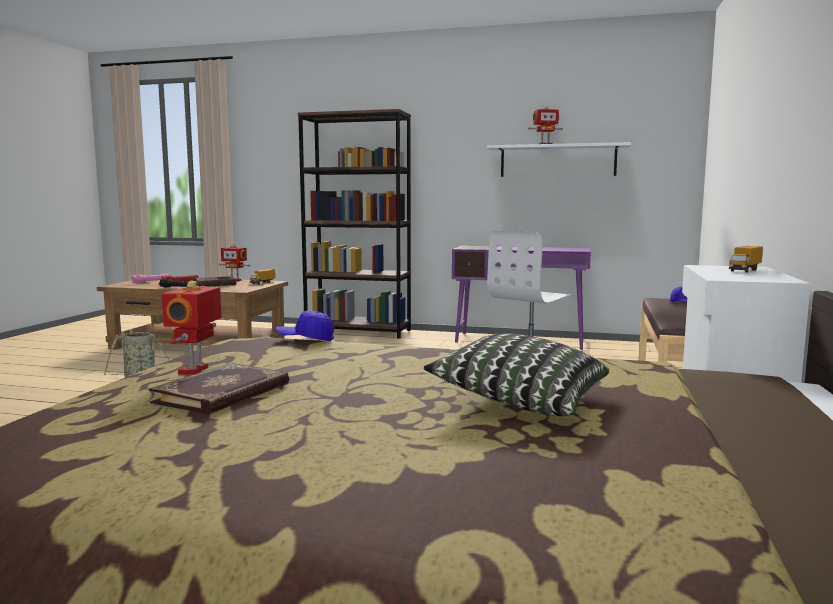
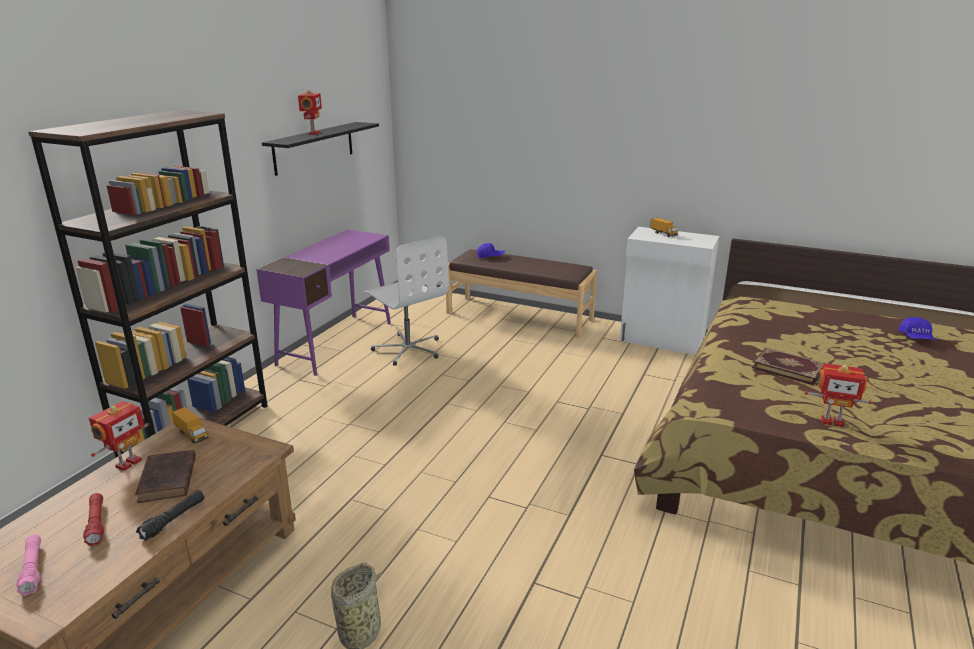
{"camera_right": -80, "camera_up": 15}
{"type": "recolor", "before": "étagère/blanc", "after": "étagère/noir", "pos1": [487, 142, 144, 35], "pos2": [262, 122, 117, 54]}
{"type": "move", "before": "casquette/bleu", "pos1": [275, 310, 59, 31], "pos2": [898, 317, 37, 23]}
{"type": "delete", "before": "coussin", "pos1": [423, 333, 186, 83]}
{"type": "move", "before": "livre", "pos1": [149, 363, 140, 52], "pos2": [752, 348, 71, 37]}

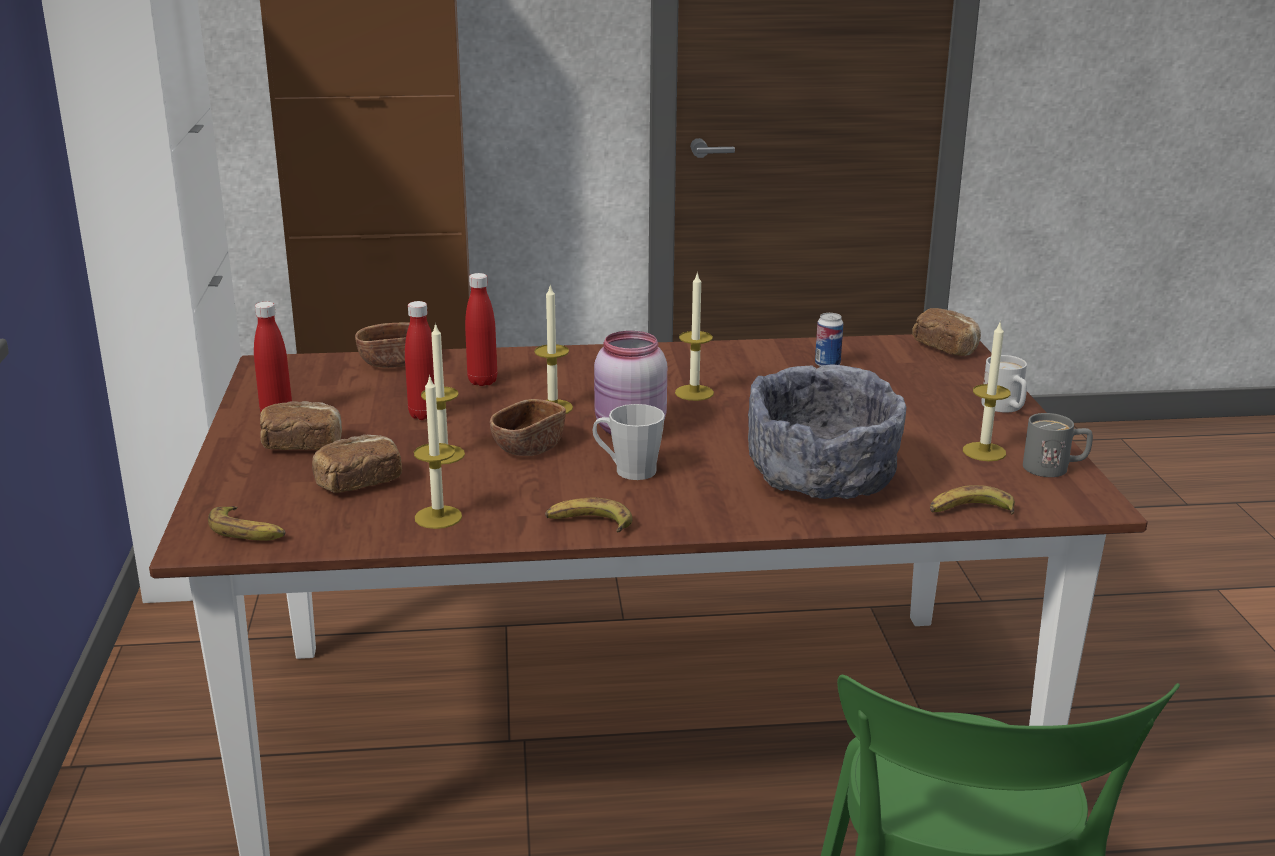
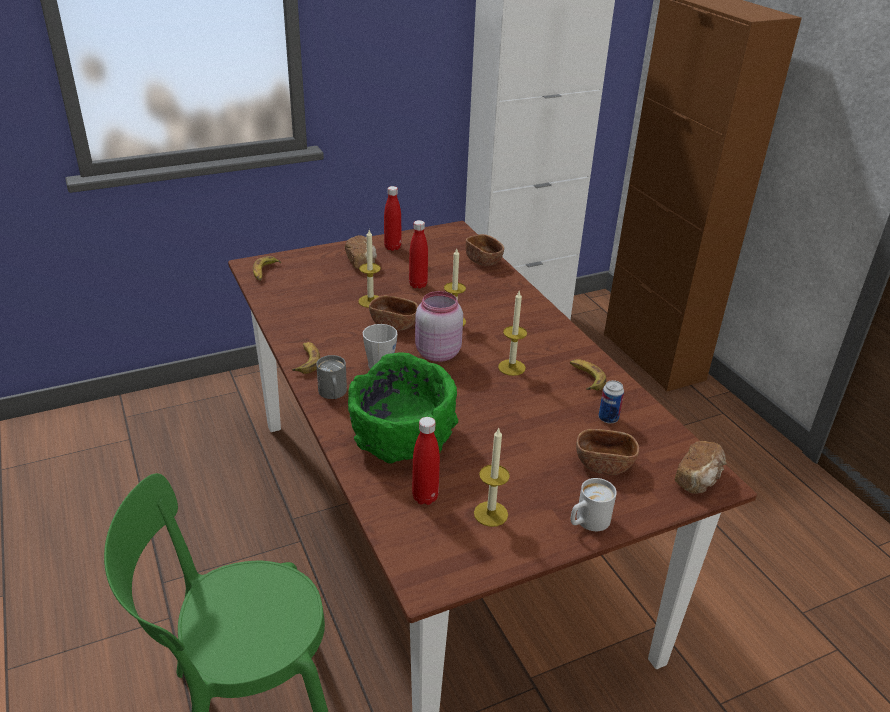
{"camera_right": 70, "camera_up": 10}
{"type": "move", "before": "bouteille/rouge", "pos1": [465, 273, 32, 113], "pos2": [412, 417, 28, 88]}
{"type": "recolor", "before": "bol/gris", "after": "bol/vert", "pos1": [748, 364, 158, 135], "pos2": [348, 352, 110, 112]}
{"type": "delete", "before": "bougie", "pos1": [414, 375, 48, 154]}
{"type": "move", "before": "mug/gris", "pos1": [1023, 413, 70, 64], "pos2": [316, 355, 31, 44]}
{"type": "delete", "before": "pain", "pos1": [312, 435, 90, 58]}
{"type": "move", "before": "banane", "pos1": [930, 485, 85, 30], "pos2": [570, 359, 37, 31]}
{"type": "insert", "after": "bol/marron", "pos2": [576, 429, 63, 46]}

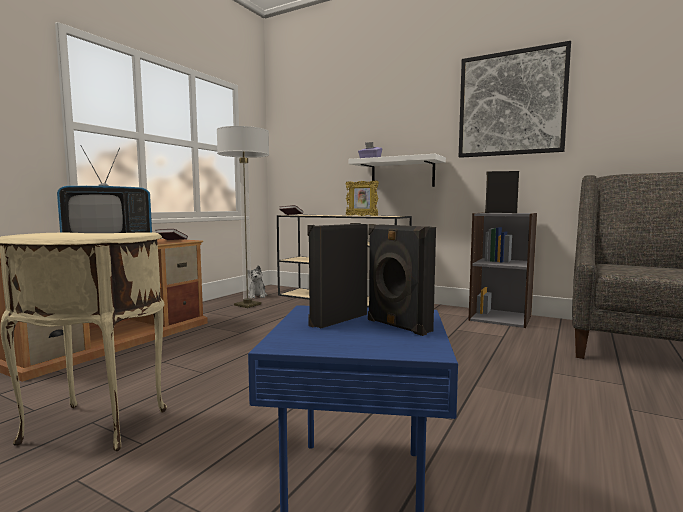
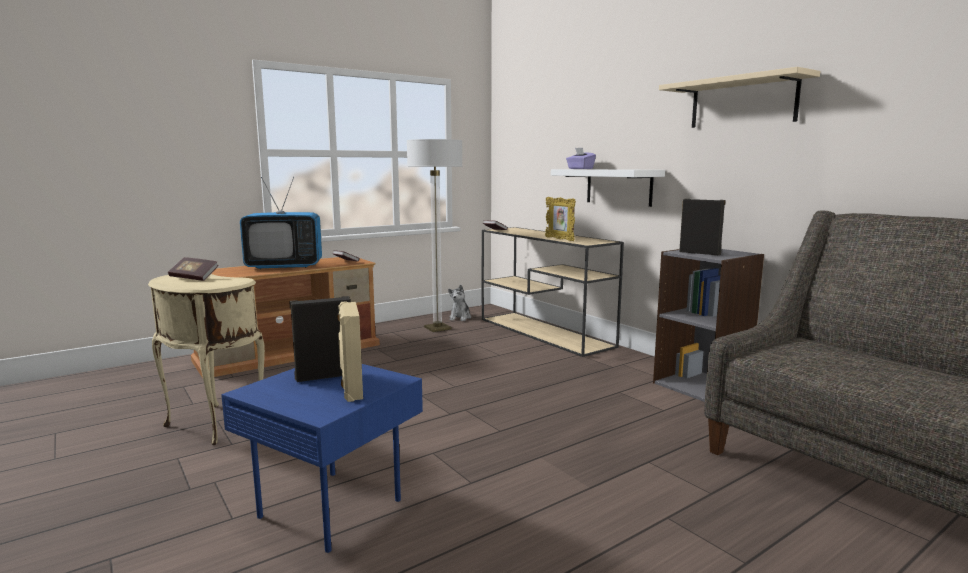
{"camera_right": 25, "camera_up": 5}
{"type": "replace", "before": "tableau", "after": "étagère/beige", "pos1": [459, 41, 112, 117], "pos2": [659, 67, 161, 61]}
{"type": "recolor", "before": "enceinte/noir", "after": "enceinte/beige", "pos1": [368, 224, 68, 112], "pos2": [337, 301, 26, 101]}
{"type": "insert", "after": "livre", "pos2": [168, 257, 50, 24]}

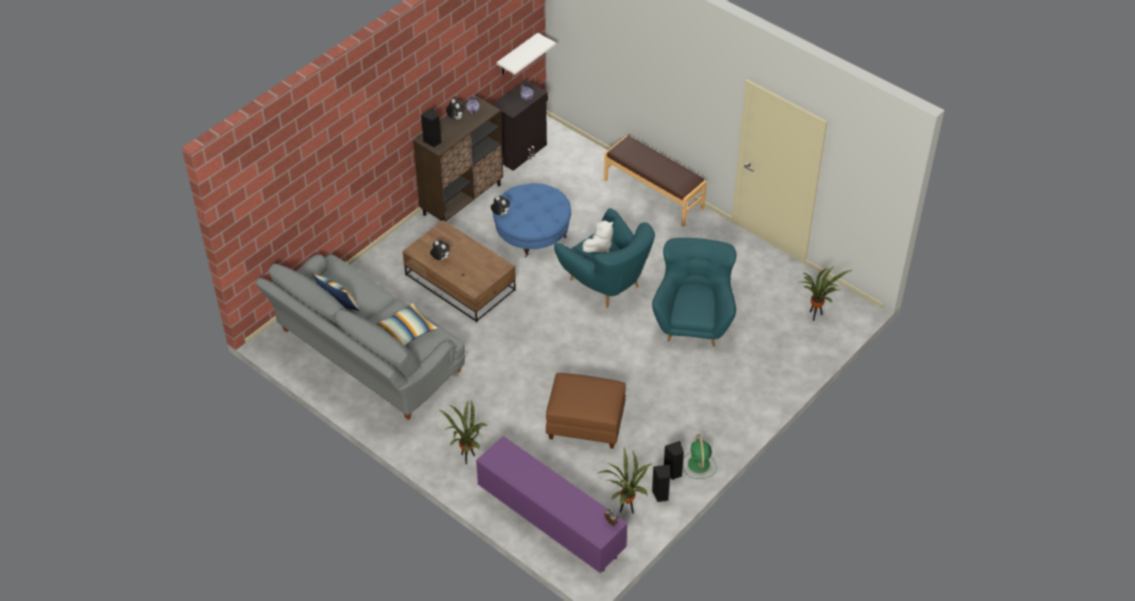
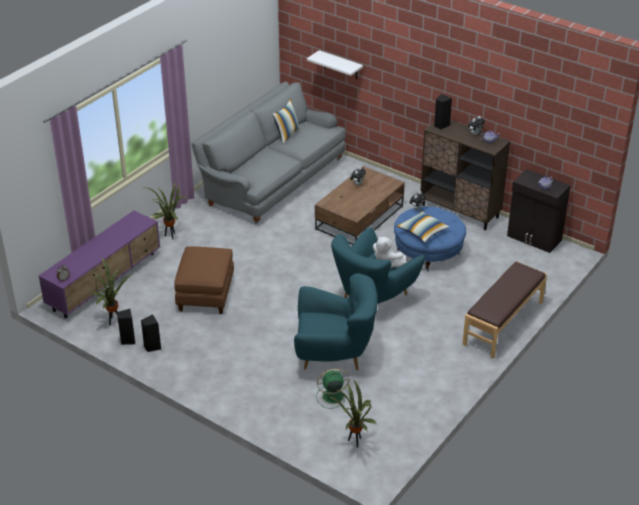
{"camera_right": 85, "camera_up": -10}
{"type": "move", "before": "étagère/blanc", "pos1": [497, 33, 59, 42], "pos2": [307, 50, 56, 29]}
{"type": "move", "before": "coussin", "pos1": [377, 303, 61, 43], "pos2": [397, 211, 52, 31]}
{"type": "move", "before": "ventilateur/vert", "pos1": [683, 434, 34, 45], "pos2": [317, 369, 33, 40]}

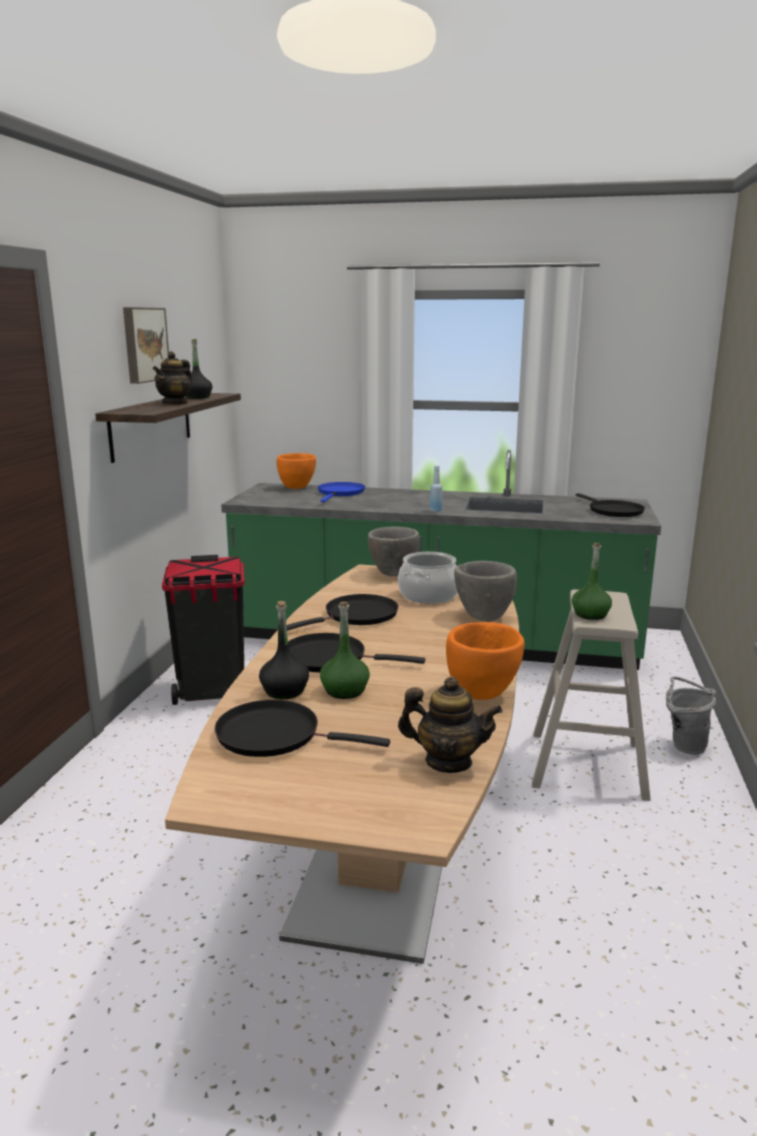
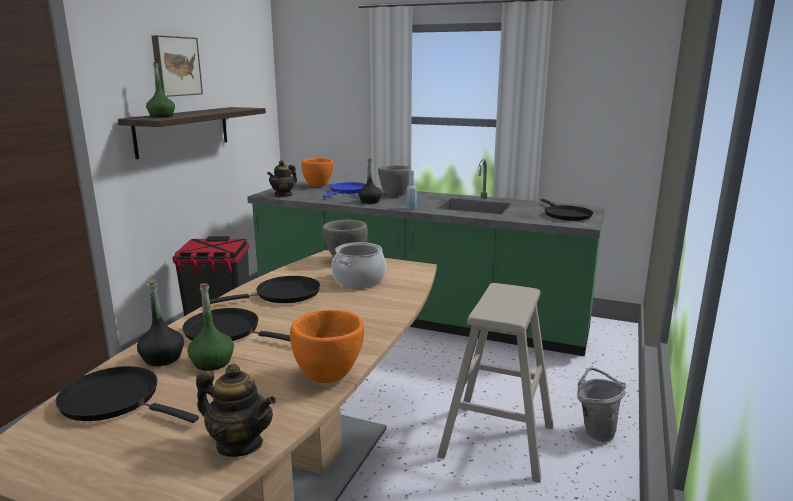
{"camera_right": 10, "camera_up": 0}
{"type": "move", "before": "bouteille/noir", "pos1": [186, 339, 26, 60], "pos2": [359, 158, 23, 46]}
{"type": "move", "before": "théière", "pos1": [153, 351, 39, 54], "pos2": [267, 160, 30, 37]}
{"type": "move", "before": "bouteille/vert", "pos1": [572, 543, 40, 77], "pos2": [146, 62, 29, 55]}
{"type": "move", "before": "bol/gris", "pos1": [454, 561, 63, 61], "pos2": [378, 165, 33, 32]}

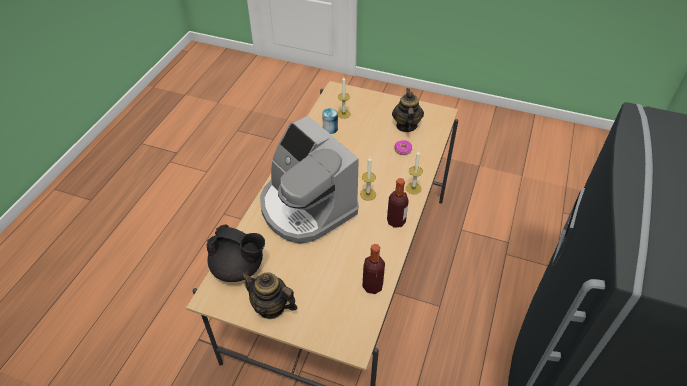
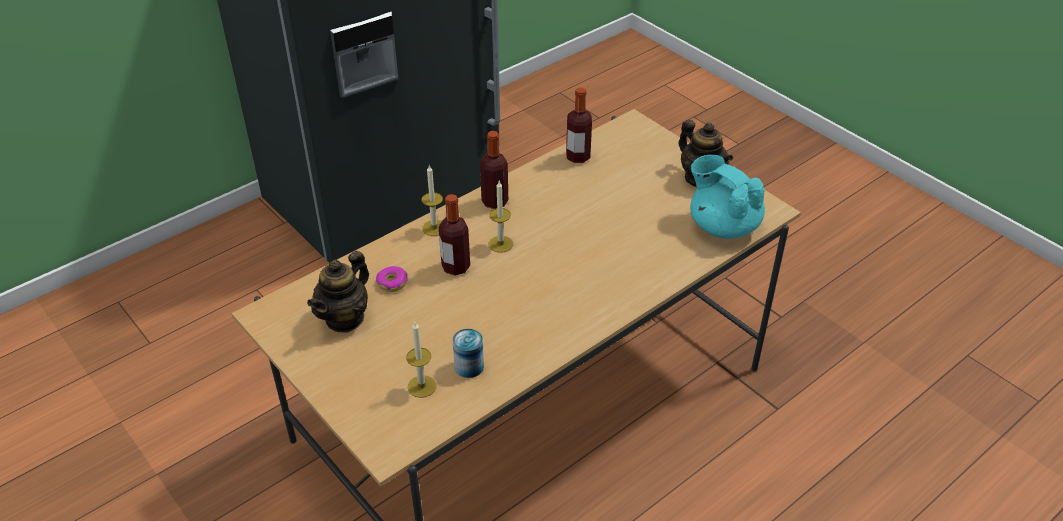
{"camera_right": -150, "camera_up": -5}
{"type": "delete", "before": "machine à café", "pos1": [260, 116, 99, 128]}
{"type": "recolor", "before": "théière/noir", "after": "théière/turquoise", "pos1": [206, 224, 59, 58], "pos2": [690, 155, 75, 84]}
{"type": "insert", "after": "bouteille", "pos2": [439, 194, 31, 82]}

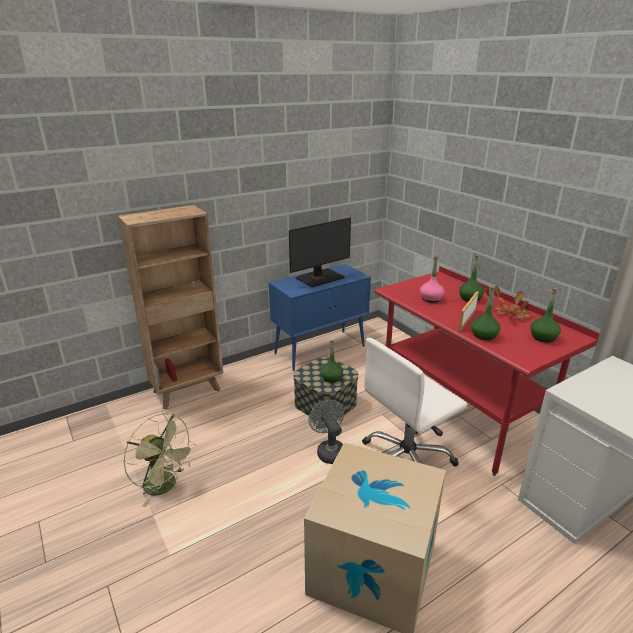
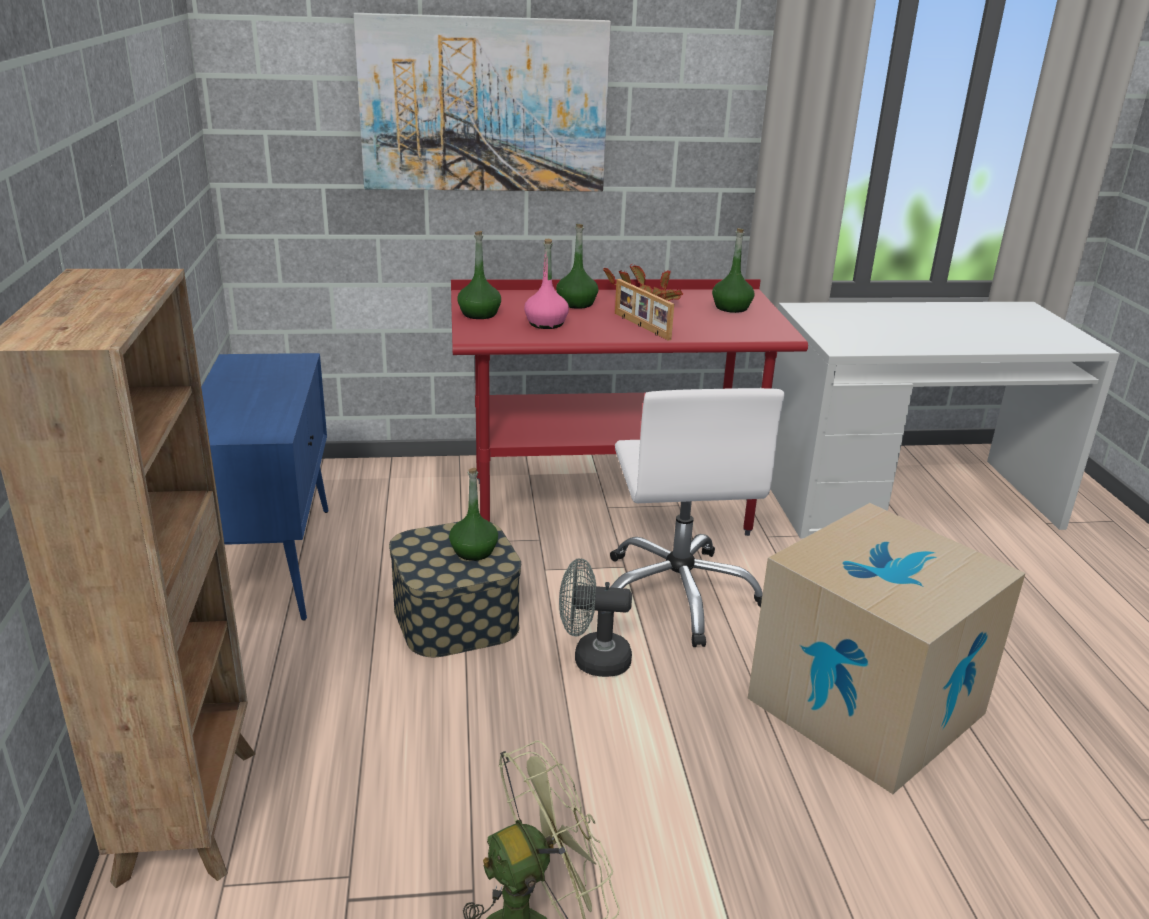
{"camera_right": -65, "camera_up": 0}
{"type": "delete", "before": "écran d'ordinateur", "pos1": [289, 218, 62, 69]}
{"type": "move", "before": "bouteille/vert", "pos1": [471, 287, 30, 53], "pos2": [457, 231, 44, 88]}
{"type": "insert", "after": "tableau", "pos2": [353, 13, 258, 179]}

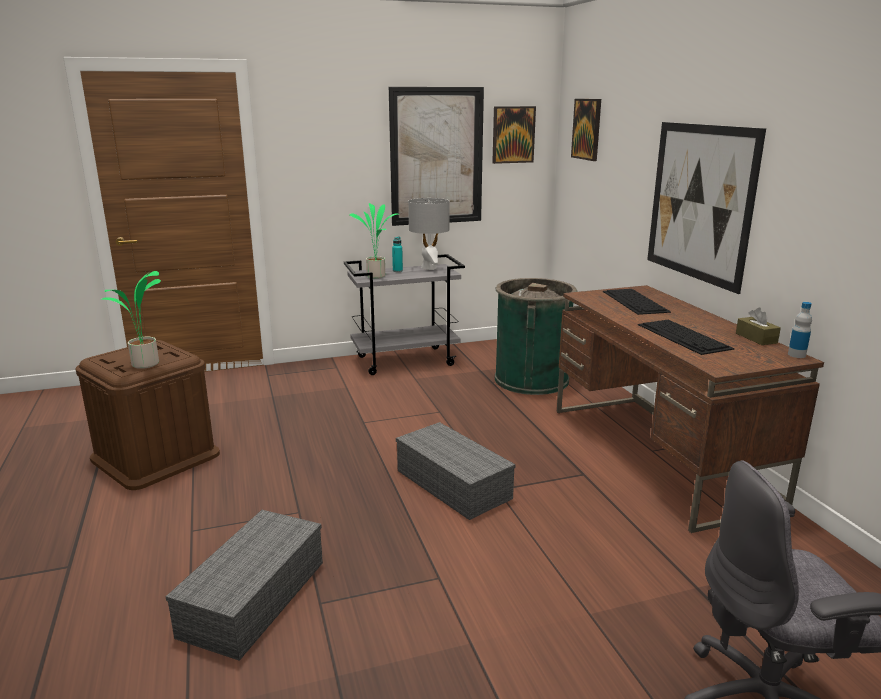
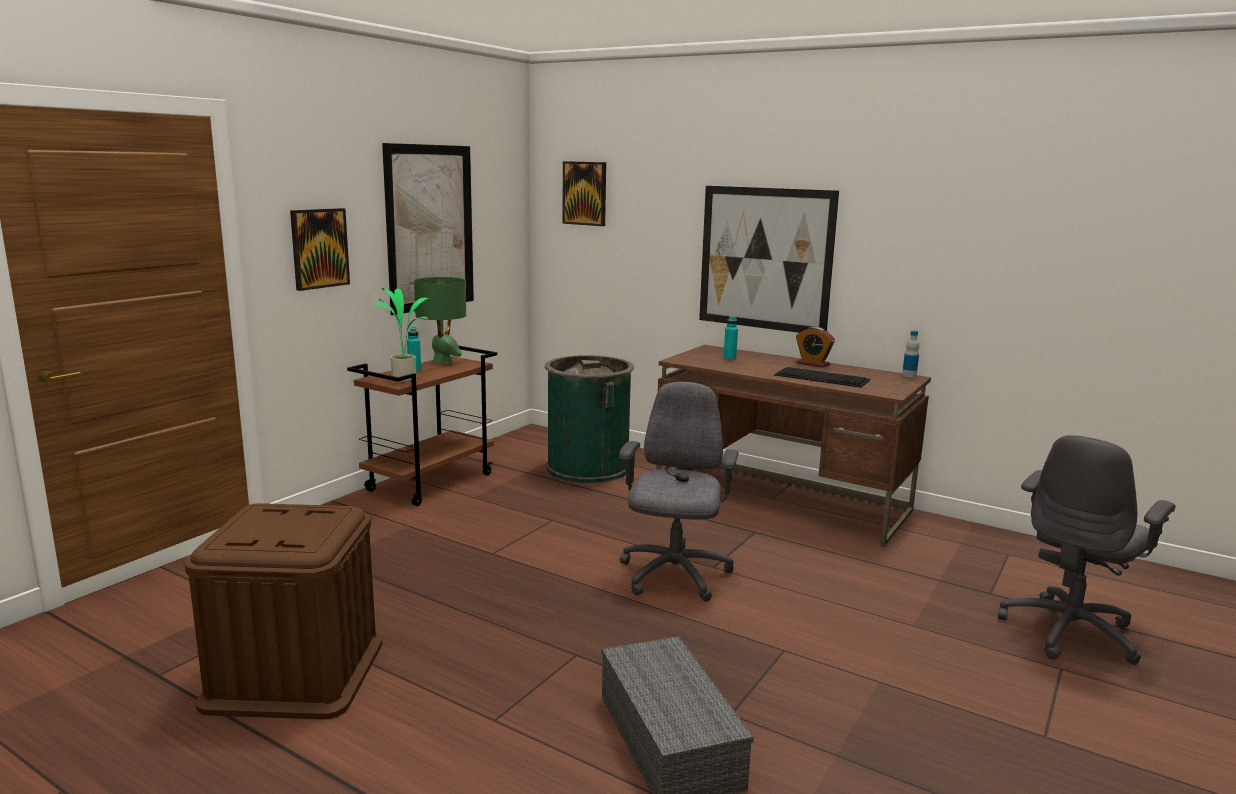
{"camera_right": -40, "camera_up": -5}
{"type": "move", "before": "tableau", "pos1": [492, 106, 44, 58], "pos2": [290, 208, 60, 83]}
{"type": "recolor", "before": "lampe de table/gris", "after": "lampe de table/vert", "pos1": [408, 198, 42, 72], "pos2": [414, 277, 52, 87]}
{"type": "recolor", "before": "chariot/gris", "after": "chariot/marron", "pos1": [344, 254, 121, 121], "pos2": [347, 346, 150, 160]}
{"type": "delete", "before": "plante en pot", "pos1": [100, 271, 61, 98]}
{"type": "replace", "before": "clavier", "after": "bouteille/turquoise", "pos1": [603, 289, 68, 26], "pos2": [724, 316, 14, 44]}
{"type": "delete", "before": "boîte à mouchoirs/marron", "pos1": [736, 308, 45, 37]}
{"type": "replace", "before": "boîte de rangement/gris", "after": "chaise de bureau/gris", "pos1": [396, 422, 120, 98], "pos2": [619, 382, 119, 219]}
{"type": "insert", "after": "réveil", "pos2": [796, 327, 39, 40]}

